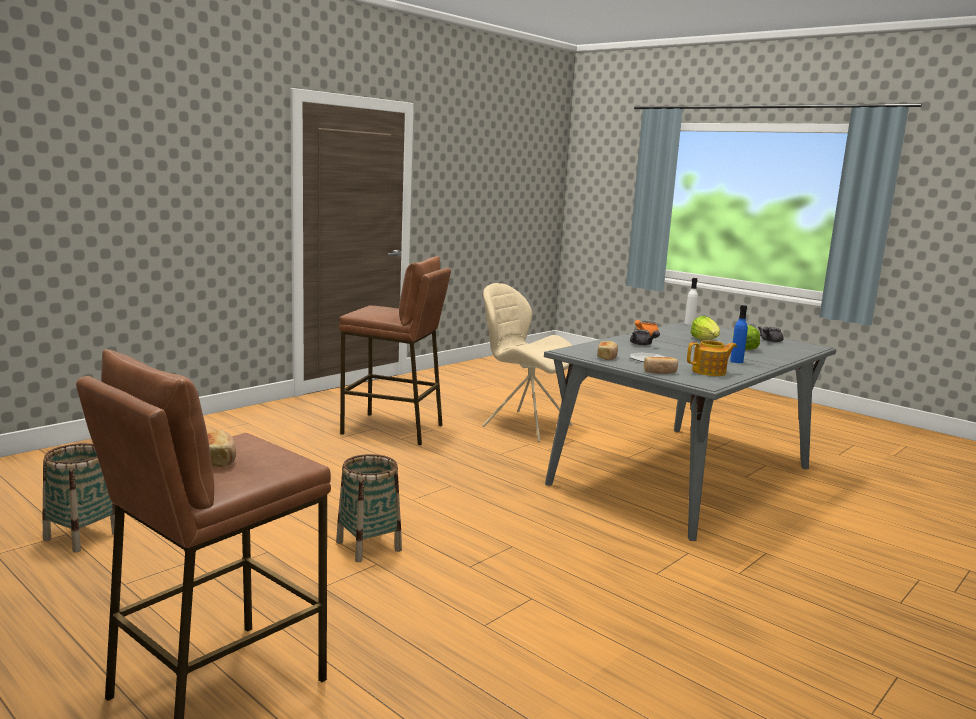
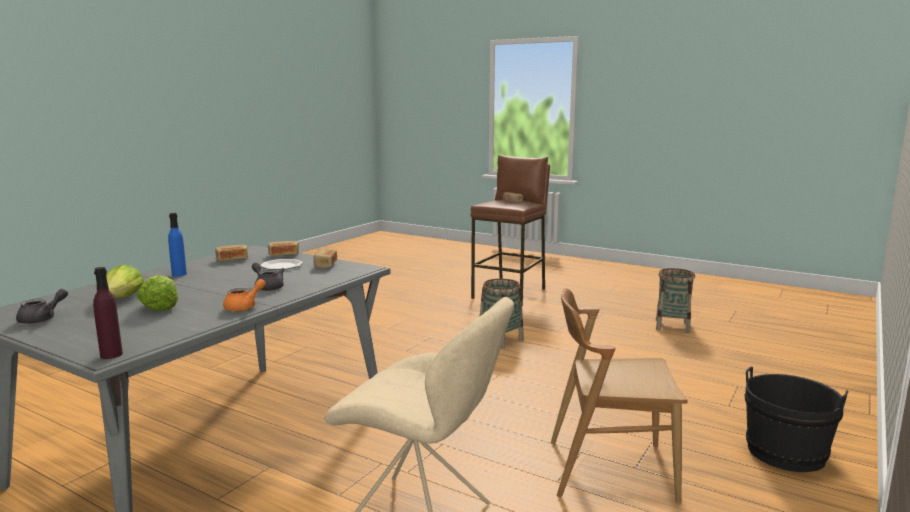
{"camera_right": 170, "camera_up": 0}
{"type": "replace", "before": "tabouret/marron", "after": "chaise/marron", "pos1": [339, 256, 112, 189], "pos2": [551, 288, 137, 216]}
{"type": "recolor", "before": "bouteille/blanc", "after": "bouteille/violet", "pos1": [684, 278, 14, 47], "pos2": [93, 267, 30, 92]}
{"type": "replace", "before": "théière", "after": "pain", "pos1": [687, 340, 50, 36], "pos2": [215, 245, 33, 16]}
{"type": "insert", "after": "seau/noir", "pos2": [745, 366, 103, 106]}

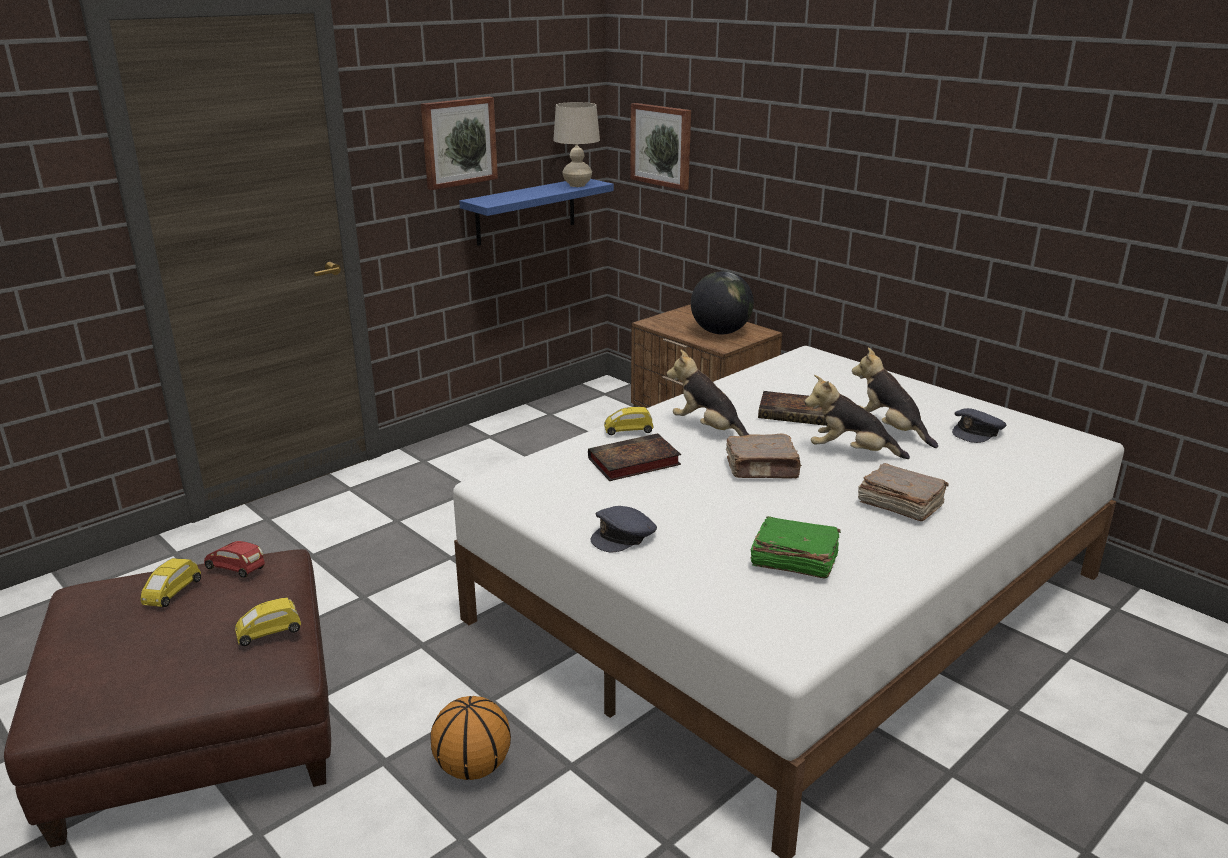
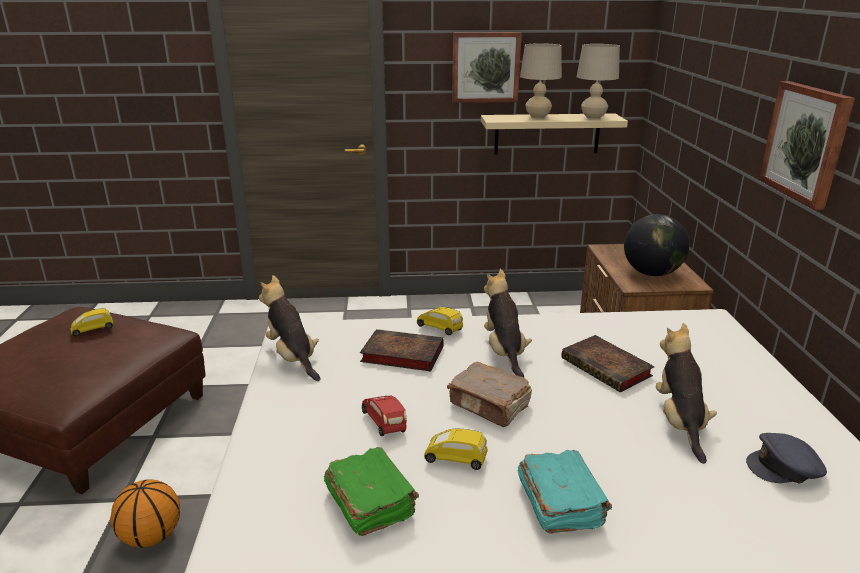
{"camera_right": 40, "camera_up": 0}
{"type": "move", "before": "tableau", "pos1": [630, 103, 61, 87], "pos2": [759, 81, 96, 129]}
{"type": "recolor", "before": "étagère/bleu", "after": "étagère/beige", "pos1": [459, 179, 155, 67], "pos2": [481, 113, 147, 42]}
{"type": "move", "before": "peluche", "pos1": [804, 375, 106, 84], "pos2": [259, 275, 61, 106]}
{"type": "recolor", "before": "livre/marron", "after": "livre/turquoise", "pos1": [858, 463, 90, 58], "pos2": [517, 450, 95, 84]}
{"type": "delete", "before": "casquette/gris", "pos1": [590, 506, 67, 47]}
{"type": "move", "before": "petite voiture/rouge", "pos1": [204, 541, 61, 37], "pos2": [362, 396, 45, 40]}
{"type": "move", "before": "petite voiture/jaune", "pos1": [235, 597, 66, 49], "pos2": [424, 429, 64, 41]}
{"type": "insert", "after": "lampe de table/beige", "pos2": [520, 43, 42, 76]}

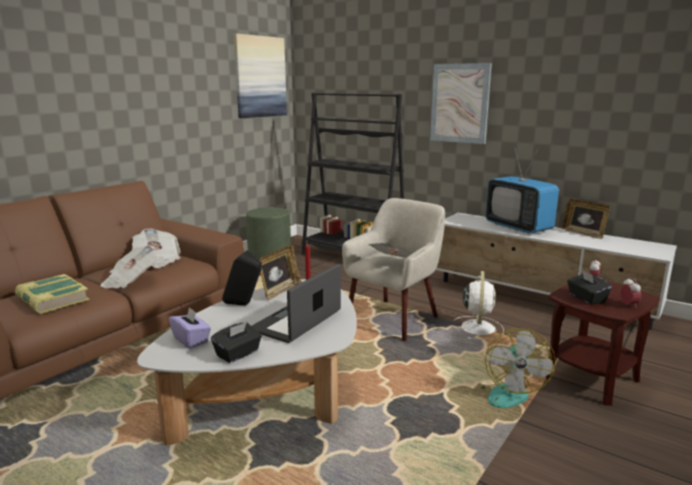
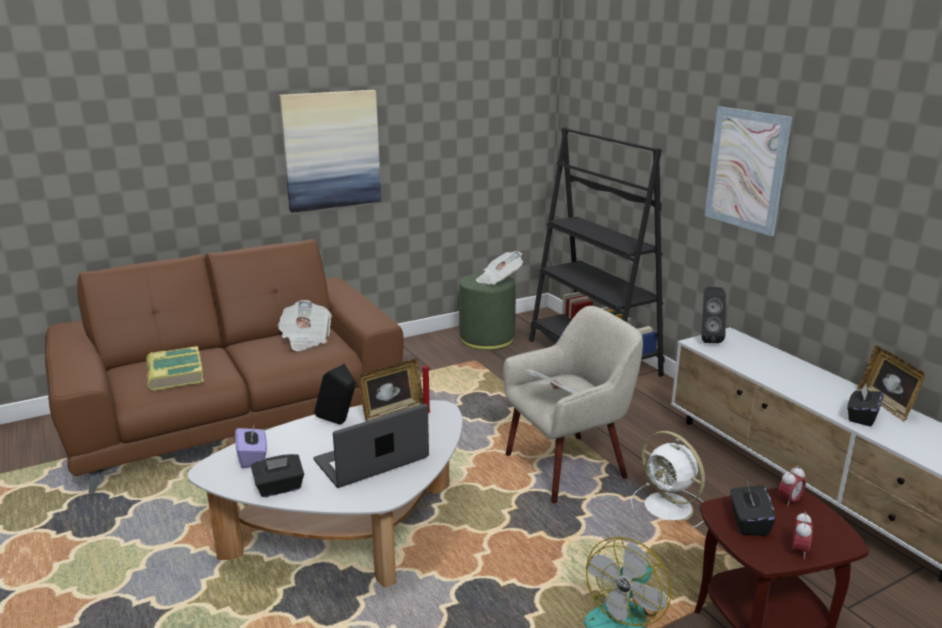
{"camera_right": 25, "camera_up": 5}
{"type": "move", "before": "tableau", "pos1": [234, 34, 53, 84], "pos2": [279, 90, 102, 123]}
{"type": "delete", "before": "téléviseur", "pos1": [485, 147, 74, 87]}
{"type": "move", "before": "journal", "pos1": [101, 245, 56, 43], "pos2": [476, 251, 47, 34]}
{"type": "rotate", "before": "ventilateur/blanc", "pos1": [453, 271, 51, 69], "pos2": [631, 431, 74, 96], "turn": 105}
{"type": "insert", "after": "enceinte/noir", "pos2": [701, 287, 25, 56]}
{"type": "insert", "after": "boîte à mouchoirs/noir", "pos2": [847, 384, 37, 42]}

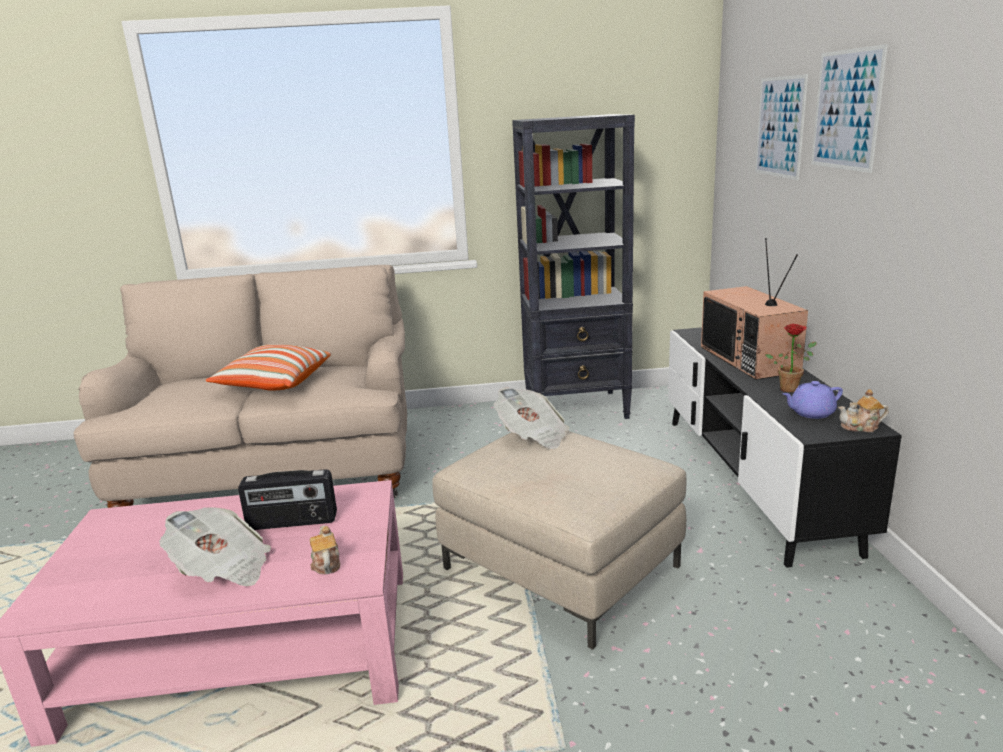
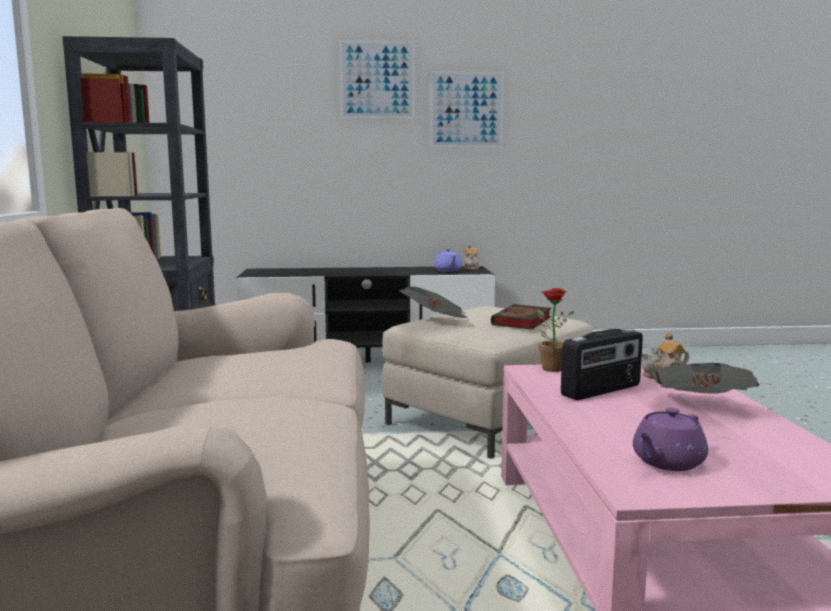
{"camera_right": -90, "camera_up": -10}
{"type": "move", "before": "tableau", "pos1": [755, 74, 53, 106], "pos2": [430, 71, 74, 77]}
{"type": "delete", "before": "téléviseur", "pos1": [701, 238, 107, 142]}
{"type": "move", "before": "plante en pot", "pos1": [765, 324, 52, 68], "pos2": [537, 288, 38, 84]}
{"type": "delete", "before": "coussin", "pos1": [206, 344, 125, 47]}
{"type": "rotate", "before": "radio", "pos1": [238, 469, 99, 61], "pos2": [561, 329, 82, 71], "turn": 60}
{"type": "insert", "after": "livre", "pos2": [491, 304, 60, 26]}
{"type": "insert", "after": "théière/violet", "pos2": [633, 408, 75, 63]}

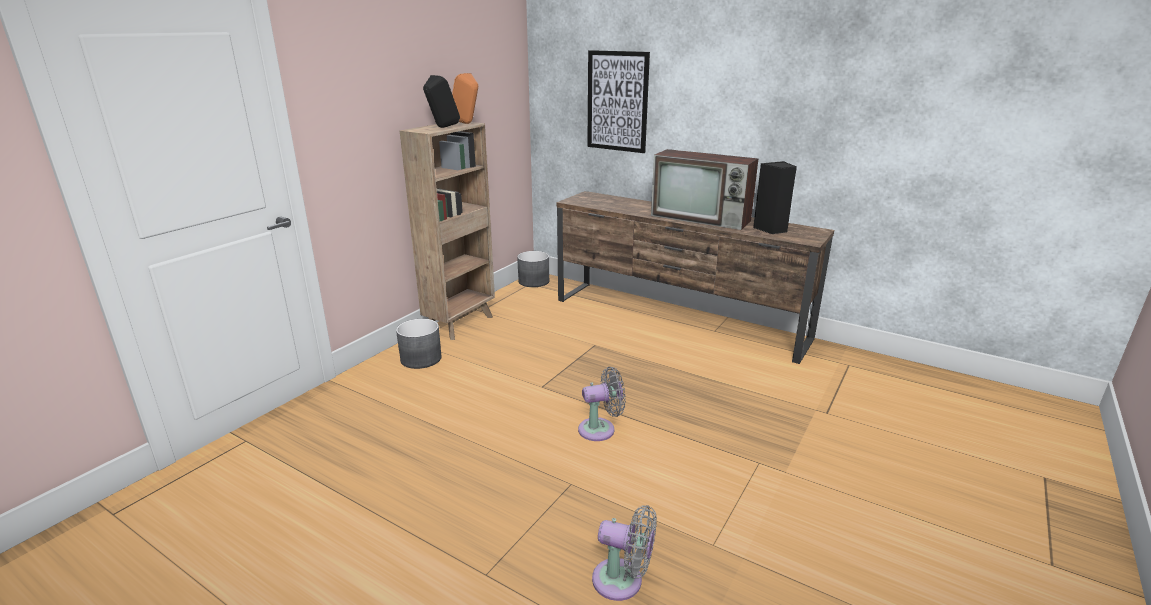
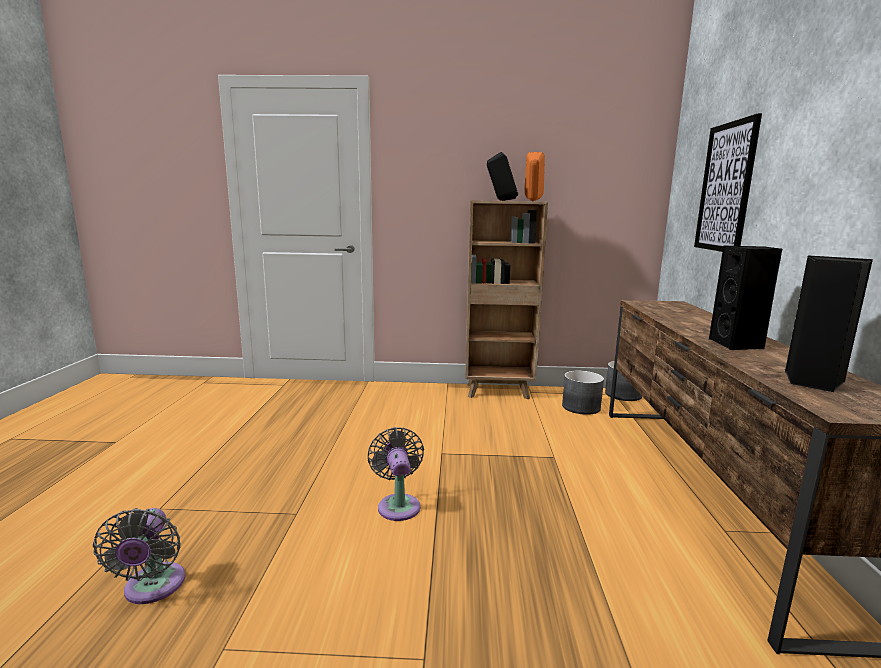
{"camera_right": 60, "camera_up": -10}
{"type": "replace", "before": "téléviseur", "after": "enceinte/noir", "pos1": [651, 149, 107, 81], "pos2": [709, 245, 73, 105]}
{"type": "move", "before": "cache-pot/gris", "pos1": [396, 319, 46, 50], "pos2": [562, 371, 42, 44]}
{"type": "rotate", "before": "ventilateur/gris", "pos1": [578, 367, 48, 74], "pos2": [368, 427, 56, 94], "turn": -150}

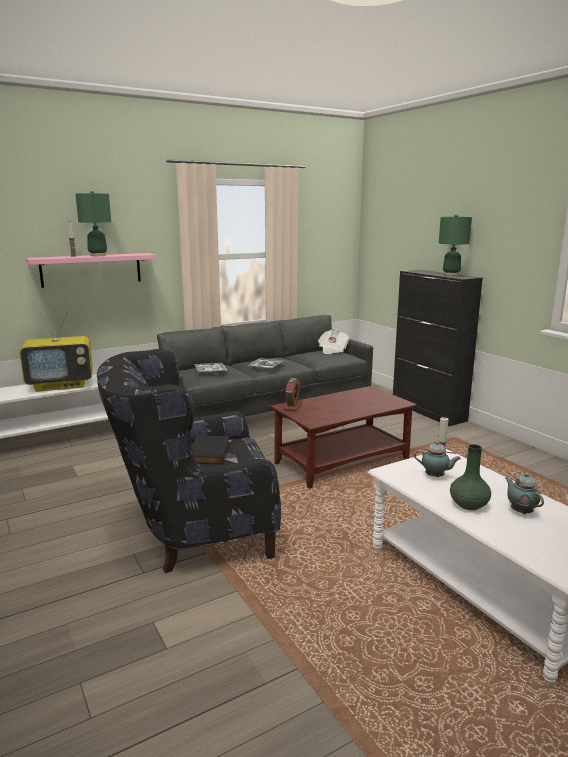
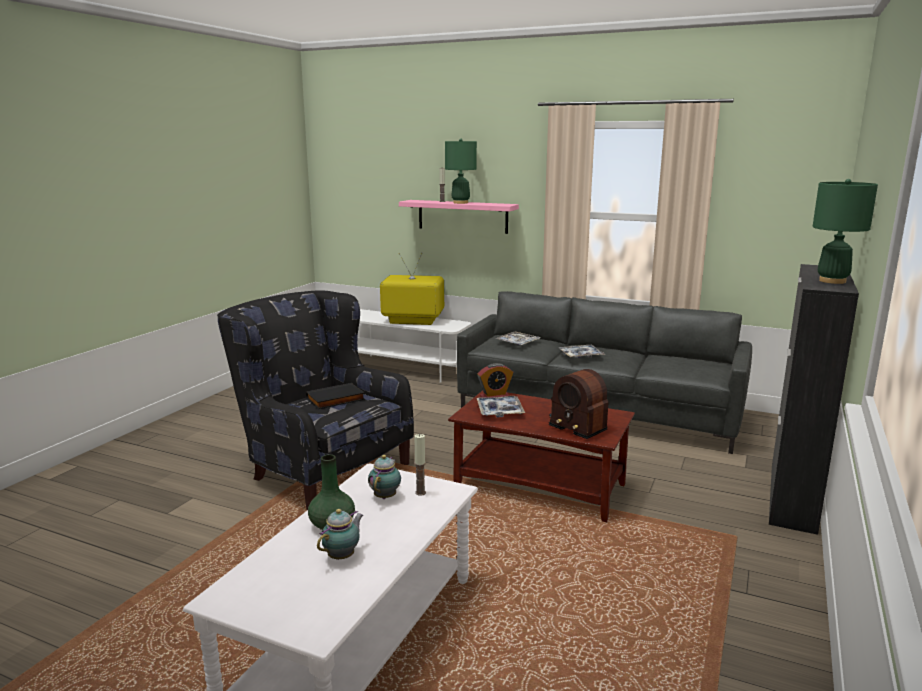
{"camera_right": 55, "camera_up": 0}
{"type": "rotate", "before": "téléviseur", "pos1": [19, 313, 74, 79], "pos2": [380, 253, 64, 72], "turn": 150}
{"type": "delete", "before": "journal", "pos1": [318, 329, 31, 25]}
{"type": "rotate", "before": "théière", "pos1": [414, 441, 47, 36], "pos2": [368, 455, 33, 44], "turn": -150}
{"type": "insert", "after": "radio", "pos2": [549, 369, 59, 70]}
{"type": "insert", "after": "plateau", "pos2": [477, 396, 48, 22]}

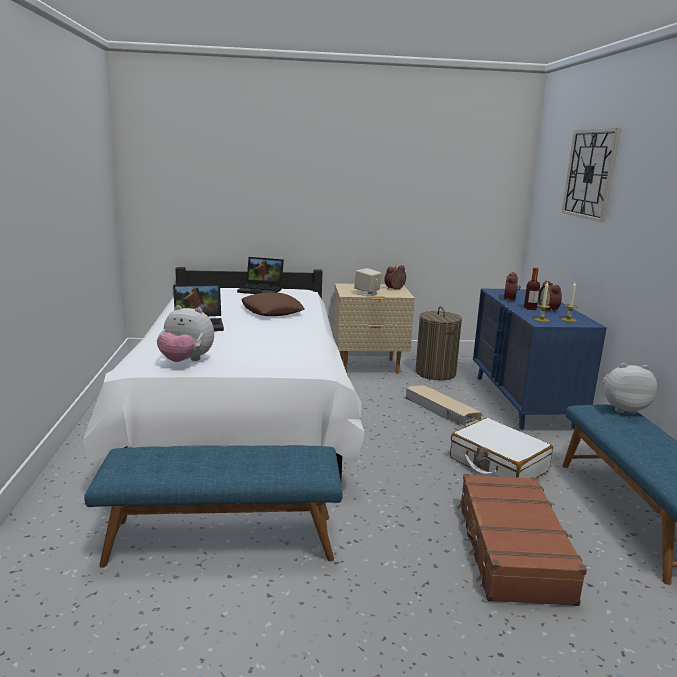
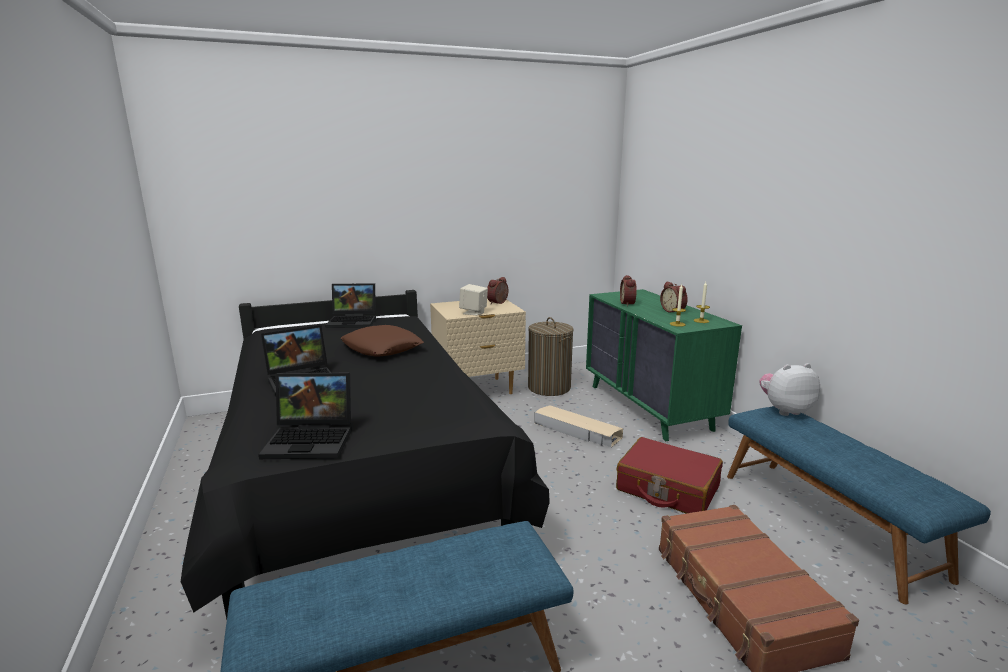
{"camera_right": -15, "camera_up": 0}
{"type": "delete", "before": "horloge murale", "pos1": [562, 128, 59, 94]}
{"type": "recolor", "before": "lit/blanc", "after": "lit/noir", "pos1": [83, 267, 281, 213], "pos2": [181, 290, 369, 330]}
{"type": "delete", "before": "bouteille", "pos1": [524, 268, 16, 42]}
{"type": "recolor", "before": "commode/bleu", "after": "commode/vert", "pos1": [473, 288, 134, 142], "pos2": [586, 289, 156, 152]}
{"type": "replace", "before": "peluche", "after": "ordinateur portable", "pos1": [157, 305, 57, 57], "pos2": [258, 373, 94, 86]}
{"type": "recolor", "before": "valise/blanc", "after": "valise/rouge", "pos1": [450, 418, 103, 60], "pos2": [616, 437, 107, 77]}

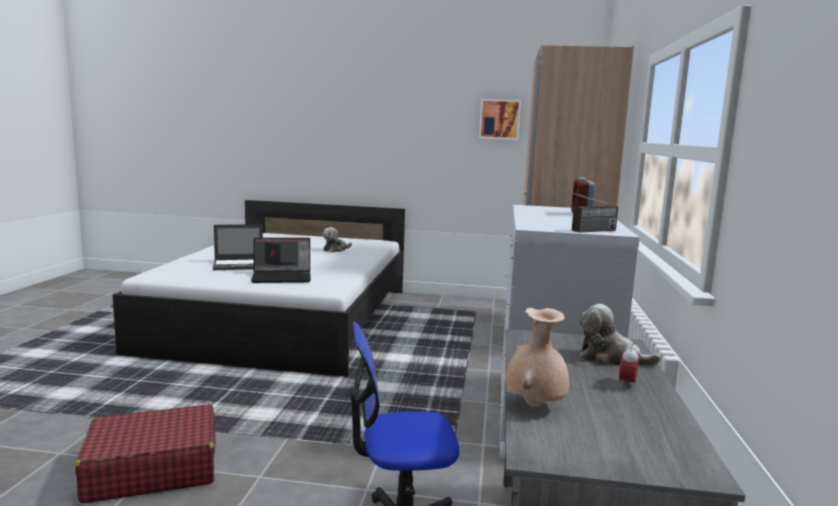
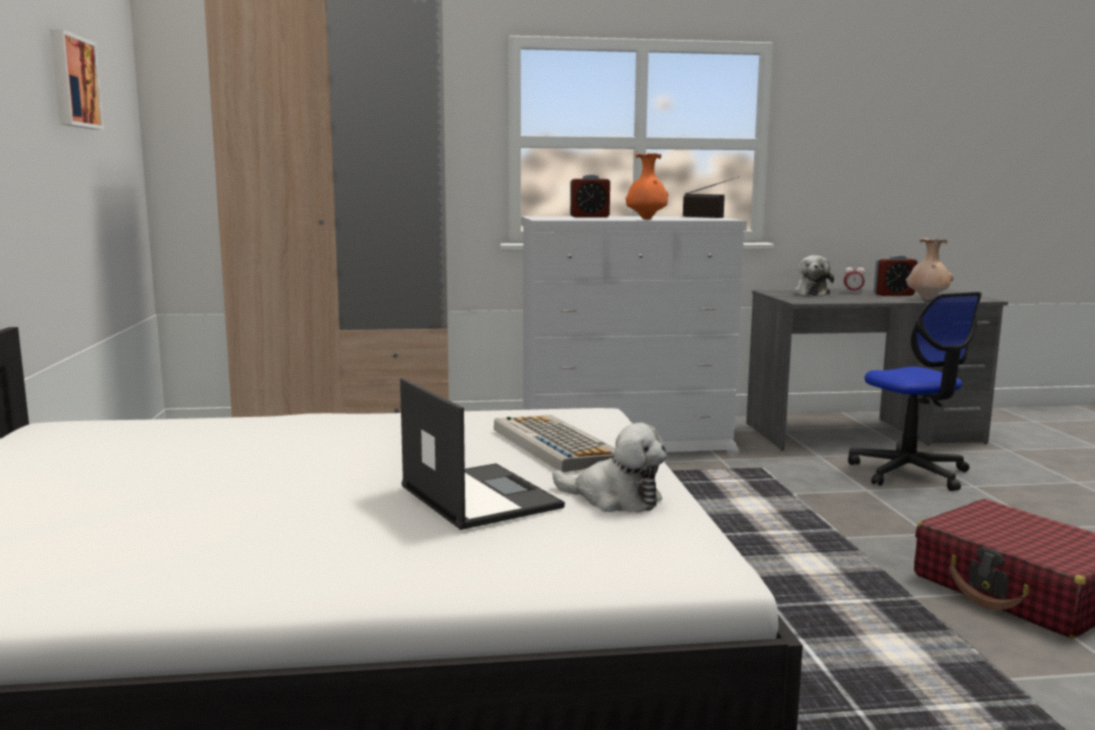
{"camera_right": -105, "camera_up": 0}
{"type": "move", "before": "peluche", "pos1": [323, 227, 29, 25], "pos2": [553, 423, 114, 90]}
{"type": "replace", "before": "ordinateur portable", "after": "clavier", "pos1": [251, 238, 60, 45], "pos2": [494, 415, 121, 57]}
{"type": "insert", "after": "vase/orange", "pos2": [625, 153, 43, 66]}
{"type": "insert", "after": "réveil", "pos2": [874, 255, 43, 41]}

